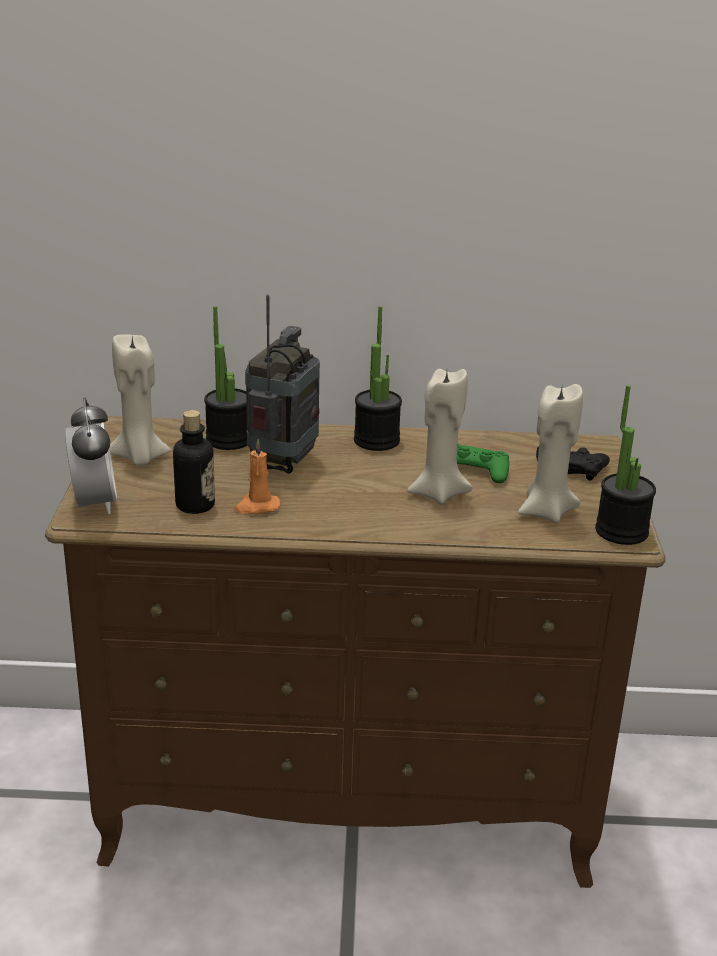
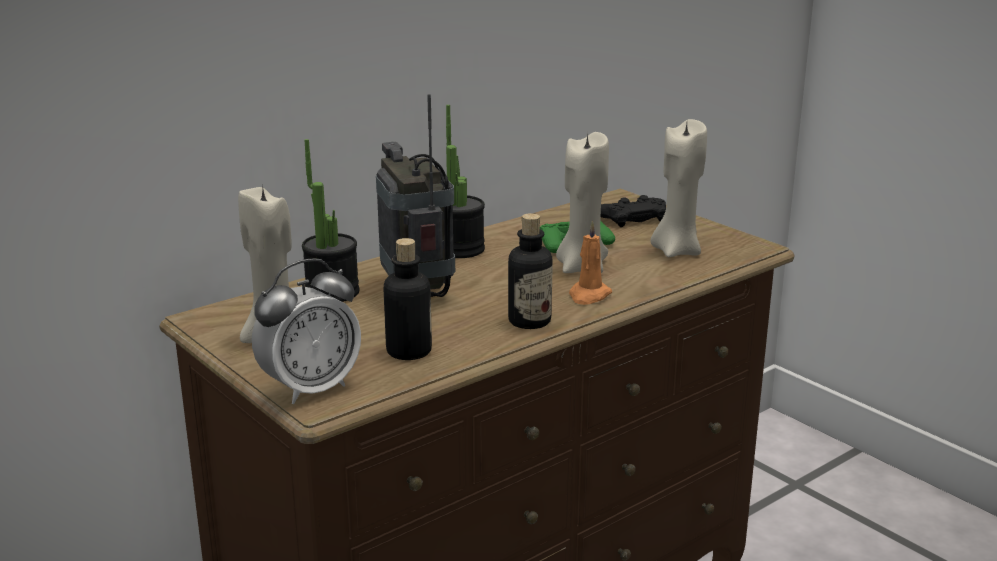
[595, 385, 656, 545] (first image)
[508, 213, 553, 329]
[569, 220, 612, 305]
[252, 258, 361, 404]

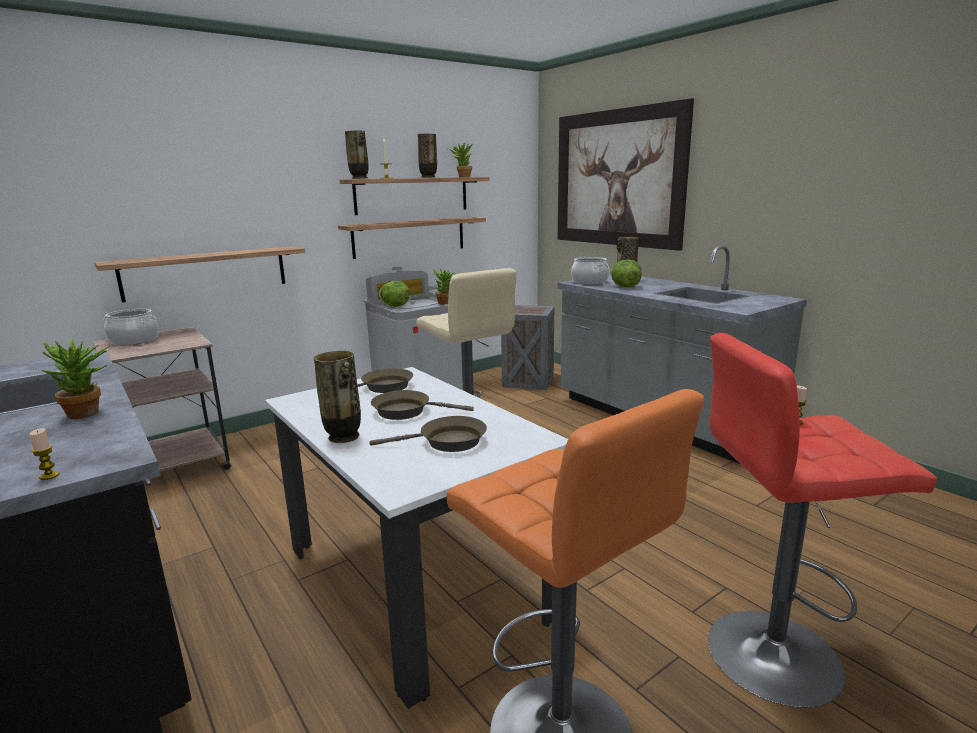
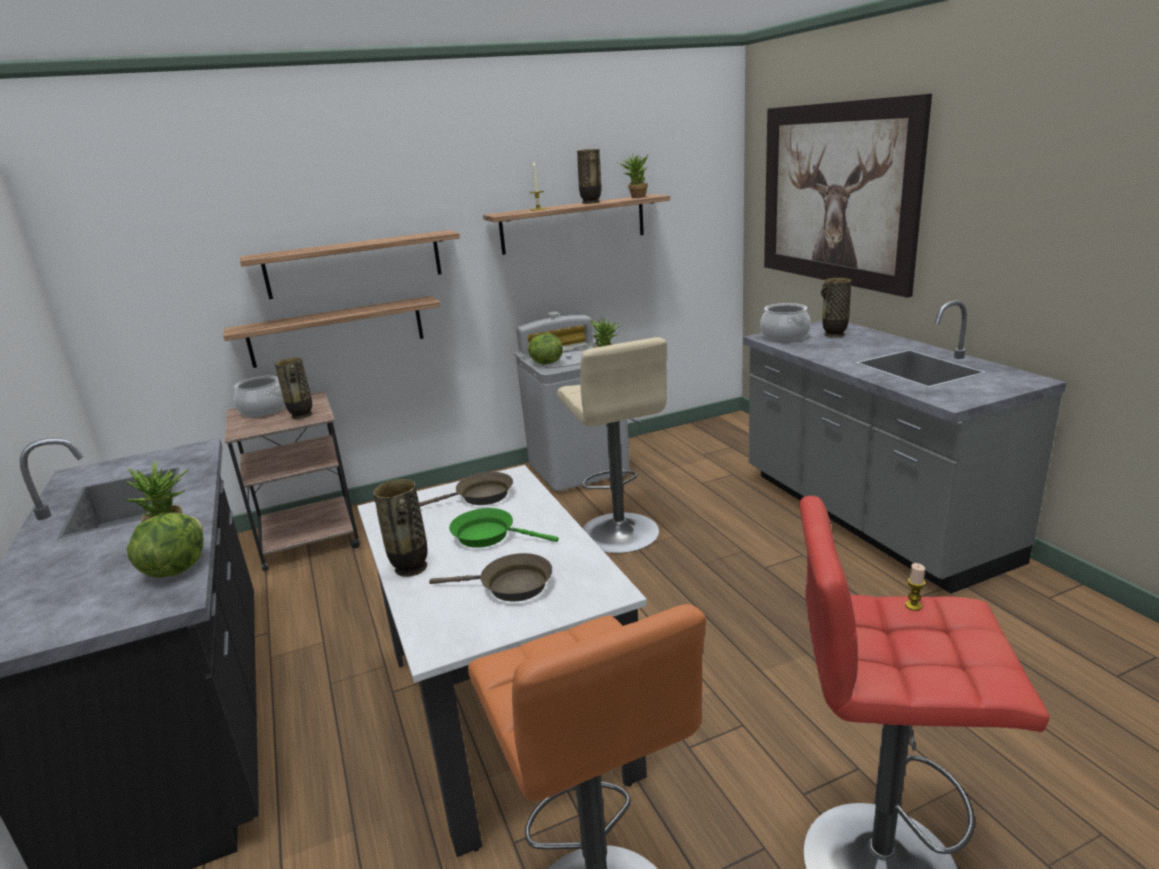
[29, 428, 60, 480] (first image)
[501, 305, 554, 390] (first image)
[240, 230, 460, 299]
[275, 357, 313, 419]
[127, 513, 204, 578]
[449, 508, 559, 548]

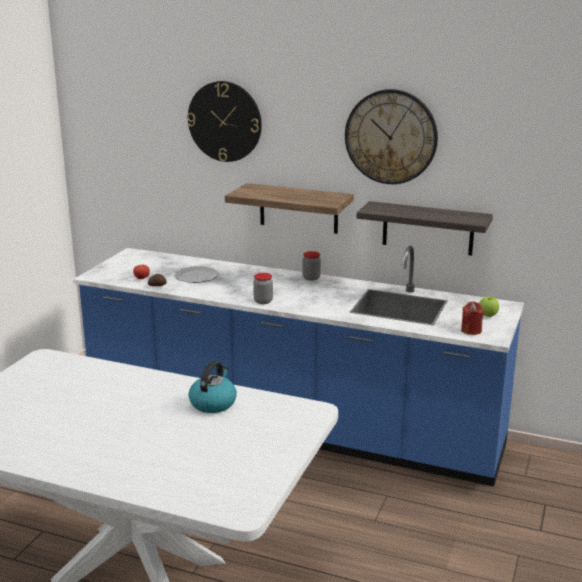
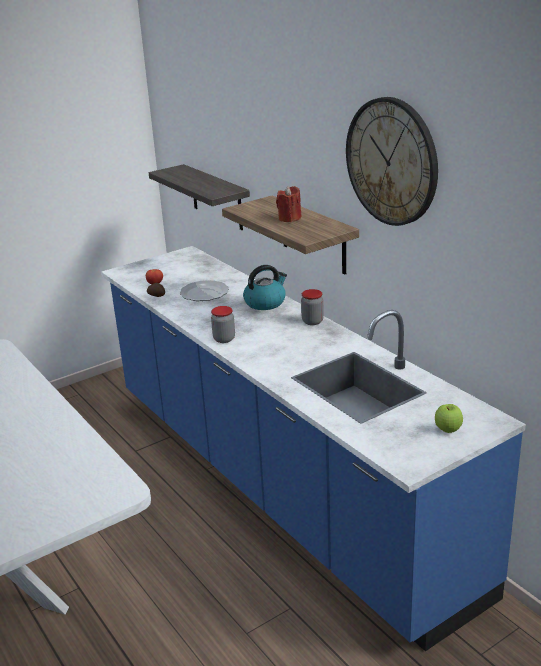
[187, 81, 262, 162] (first image)
[243, 265, 287, 310]
[149, 164, 250, 230]
[276, 186, 301, 222]

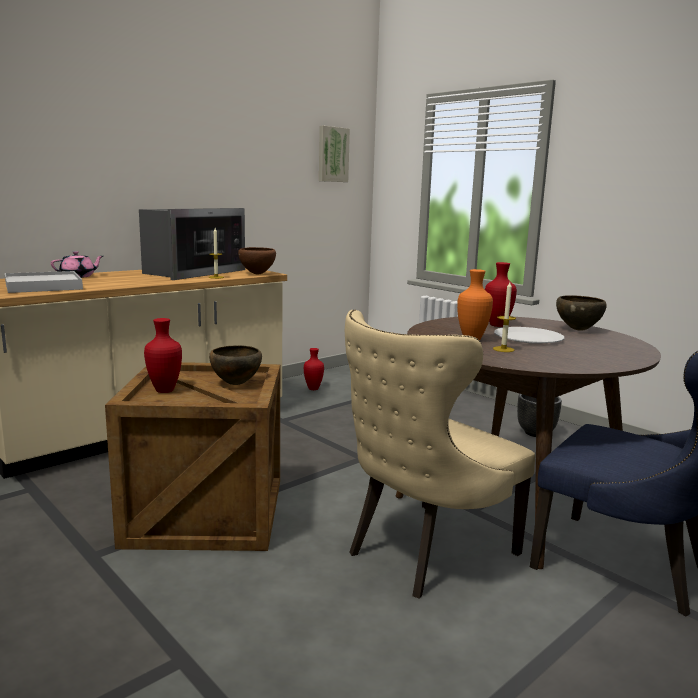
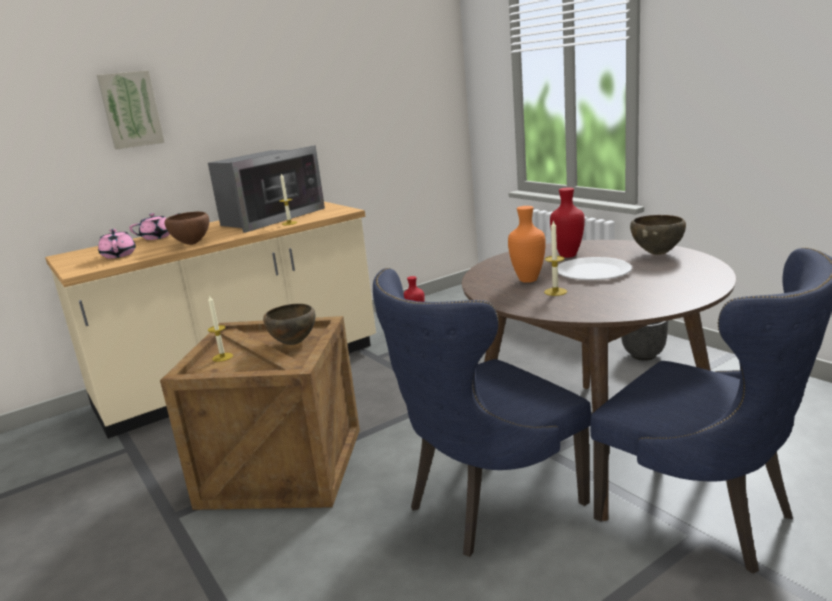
[164, 212, 209, 245]
[97, 70, 165, 150]
[98, 229, 136, 259]
[208, 295, 233, 362]
[373, 268, 591, 557]

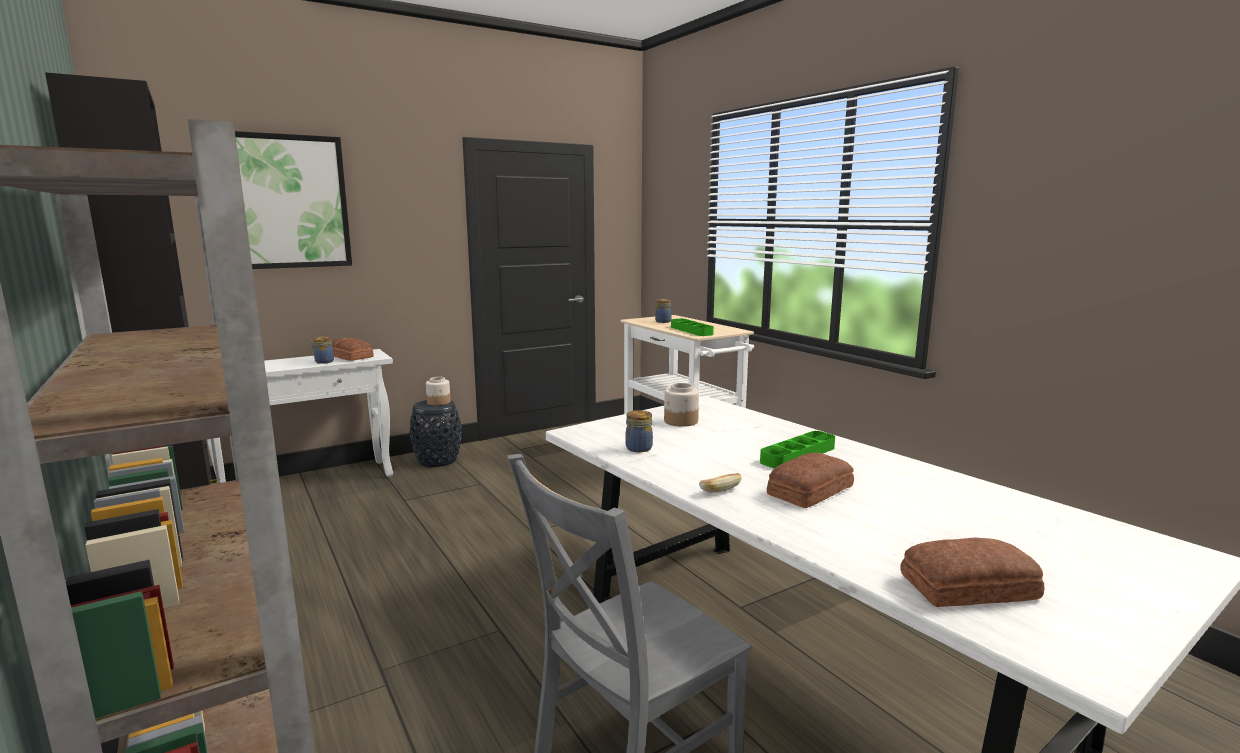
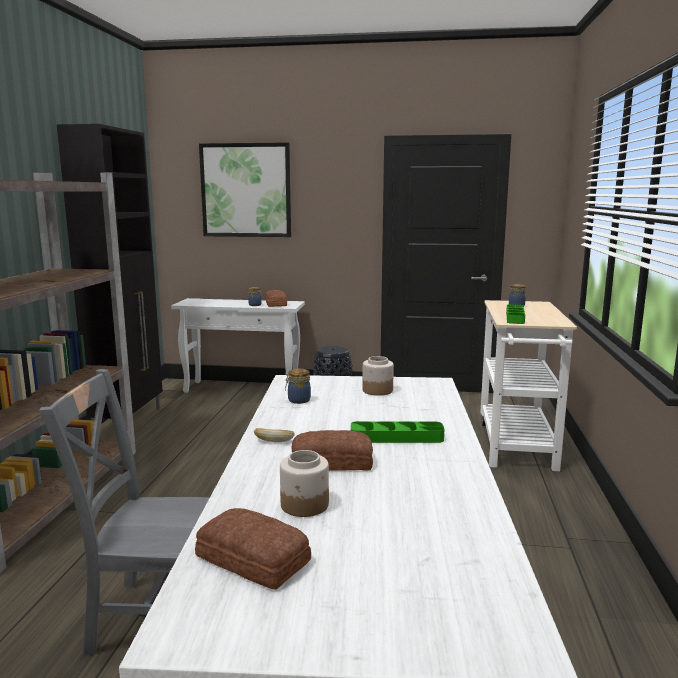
[280, 450, 329, 517]

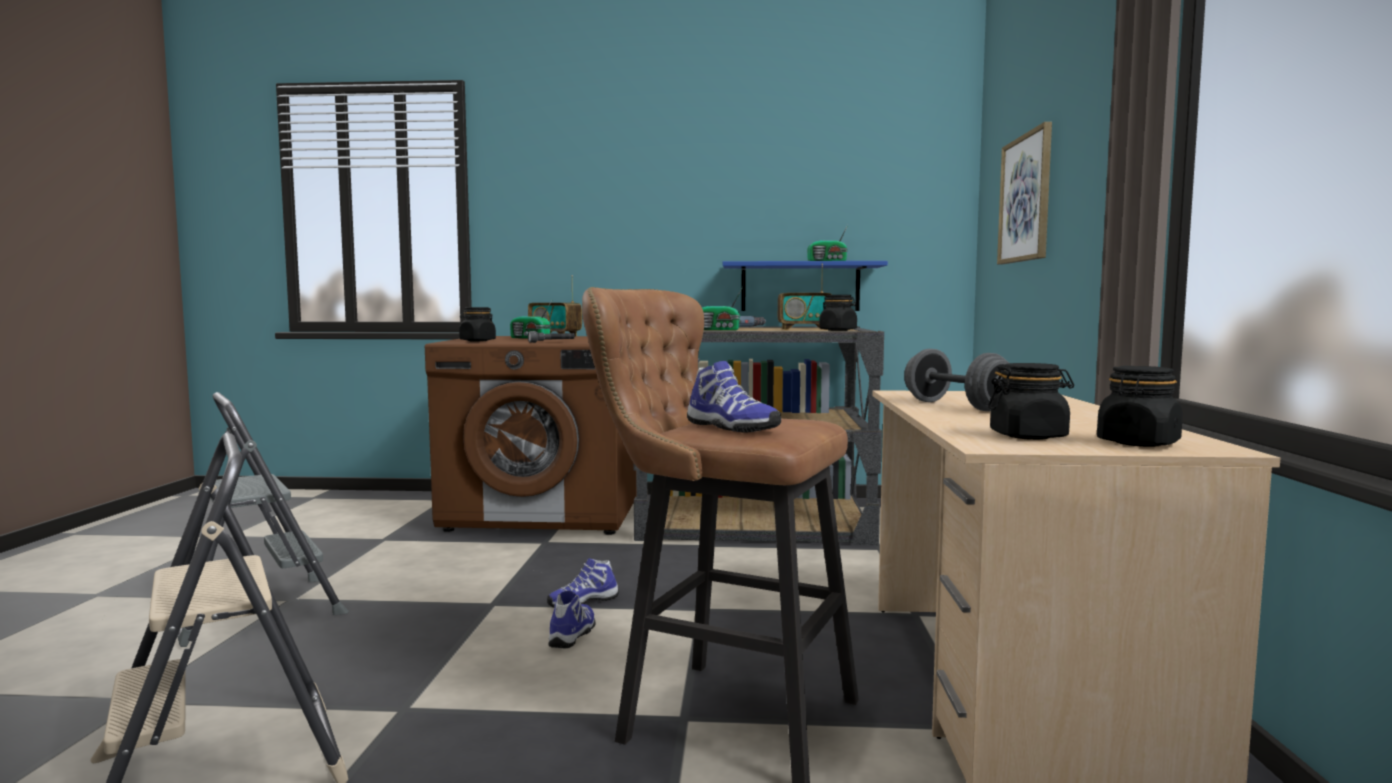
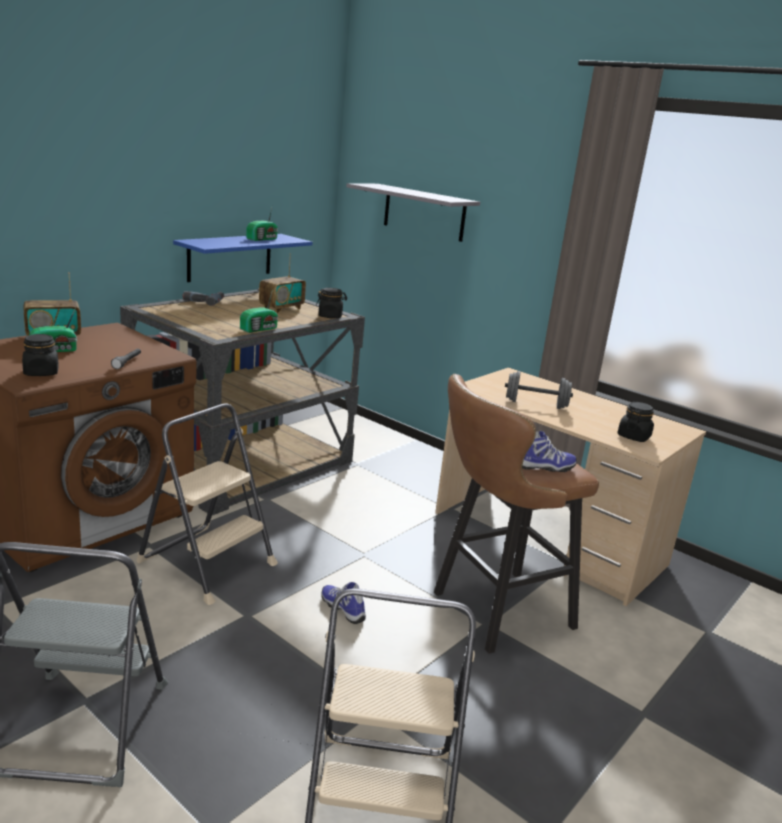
[547, 558, 619, 608] (first image)
[1097, 366, 1183, 447] (first image)
[136, 404, 278, 605]
[346, 183, 480, 242]

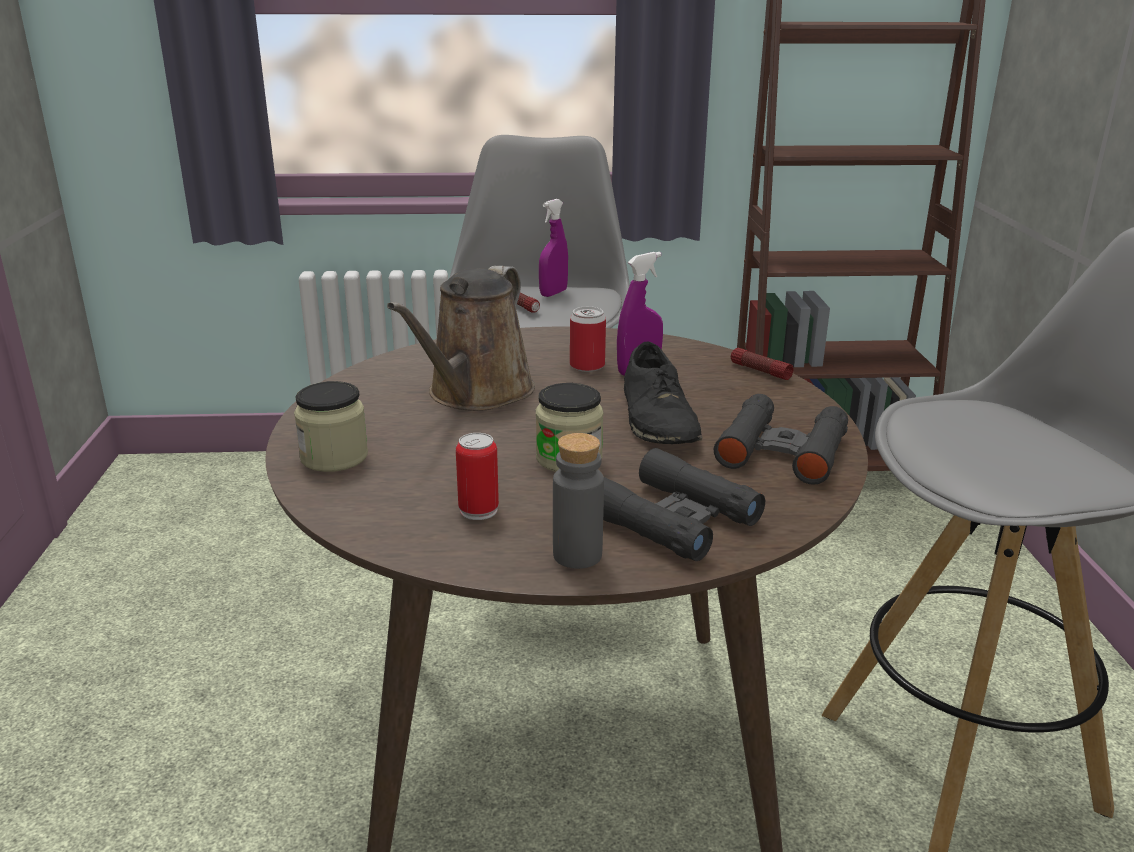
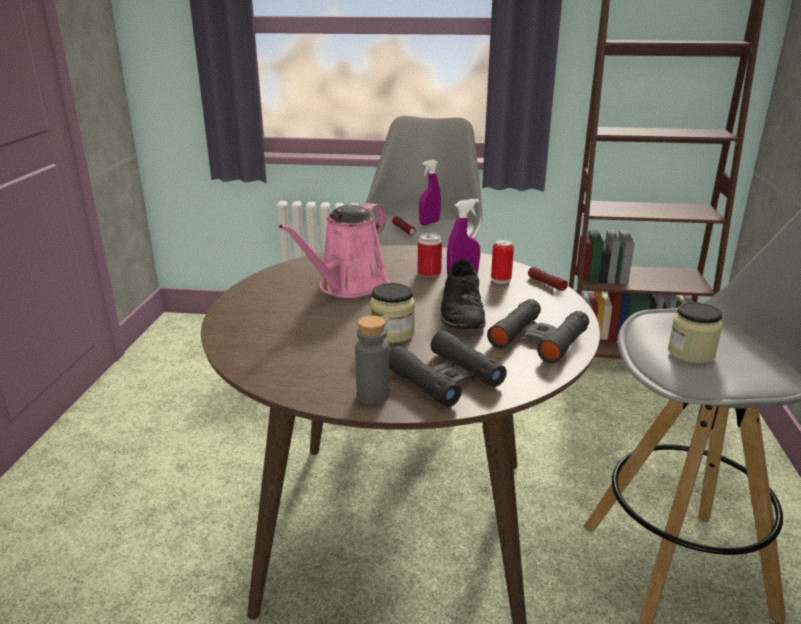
[668, 302, 723, 364]
[491, 239, 514, 284]
[278, 203, 389, 298]

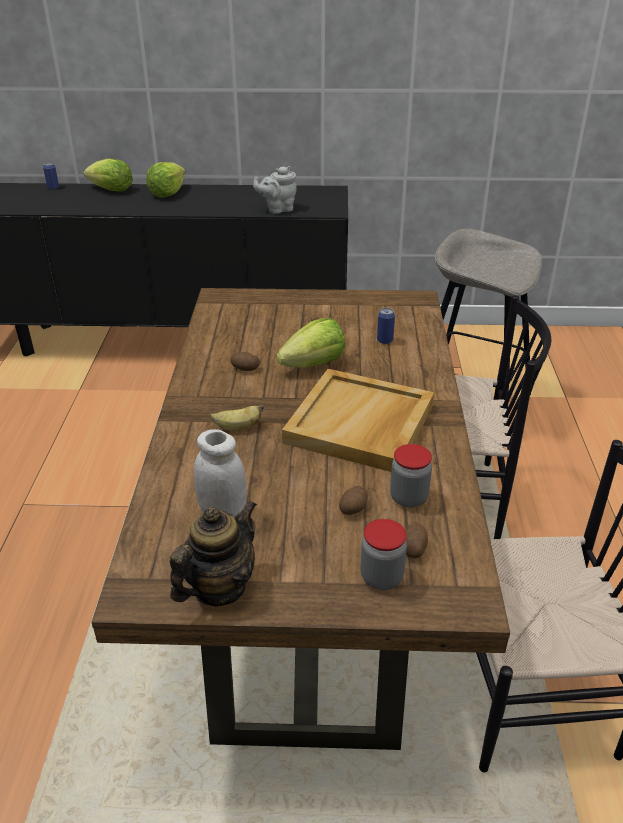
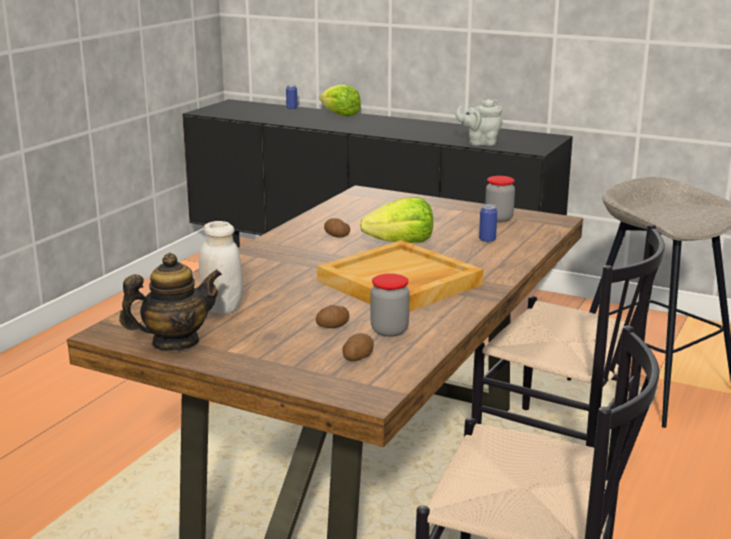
[146, 162, 186, 198] (first image)
[210, 404, 264, 430] (first image)
[485, 176, 515, 222]

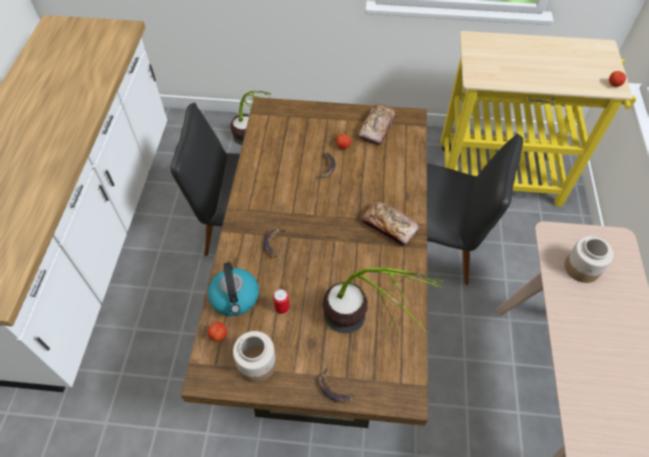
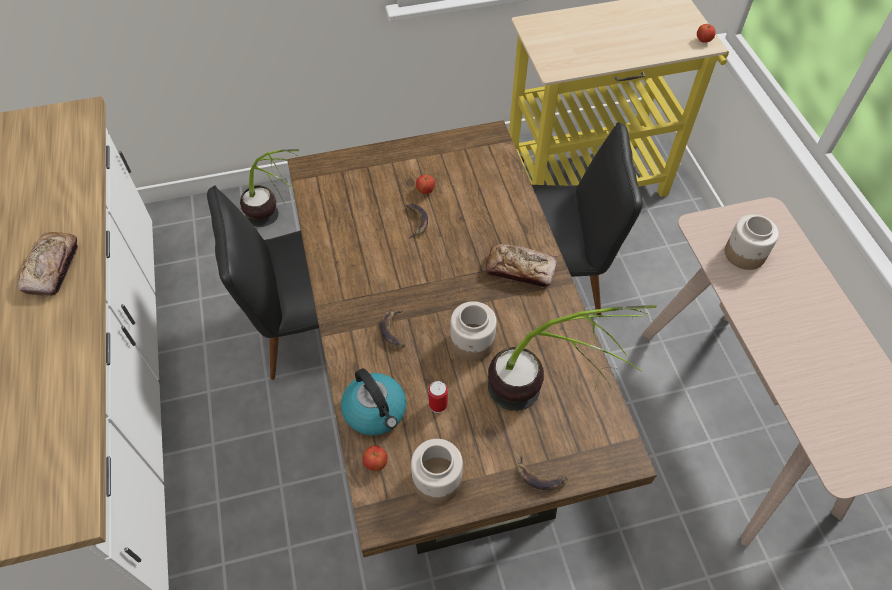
[450, 301, 497, 361]
[18, 232, 78, 296]

